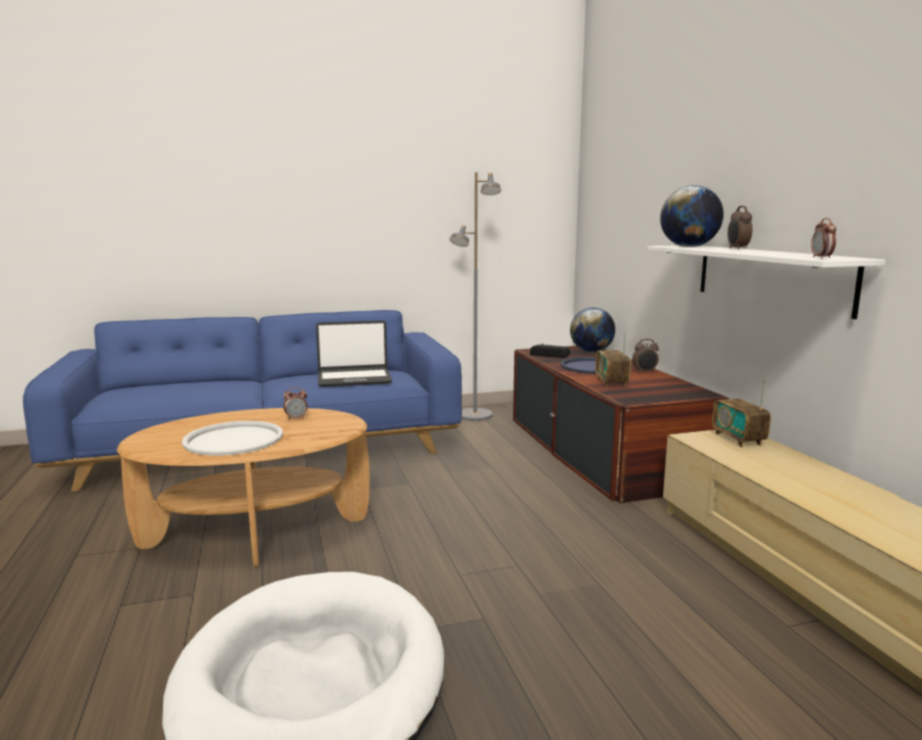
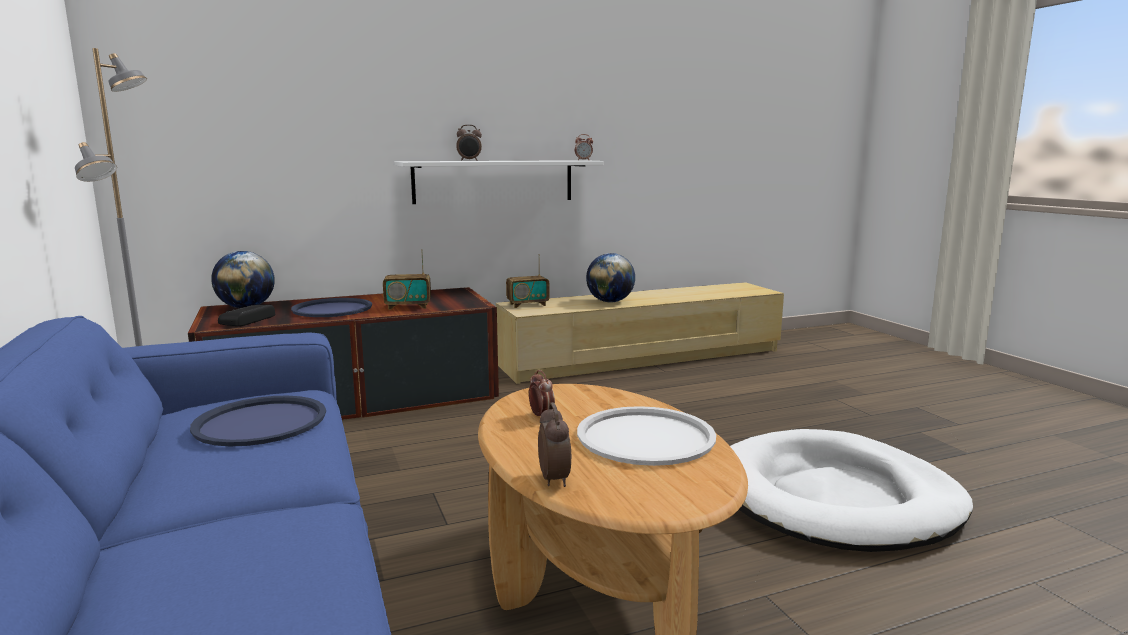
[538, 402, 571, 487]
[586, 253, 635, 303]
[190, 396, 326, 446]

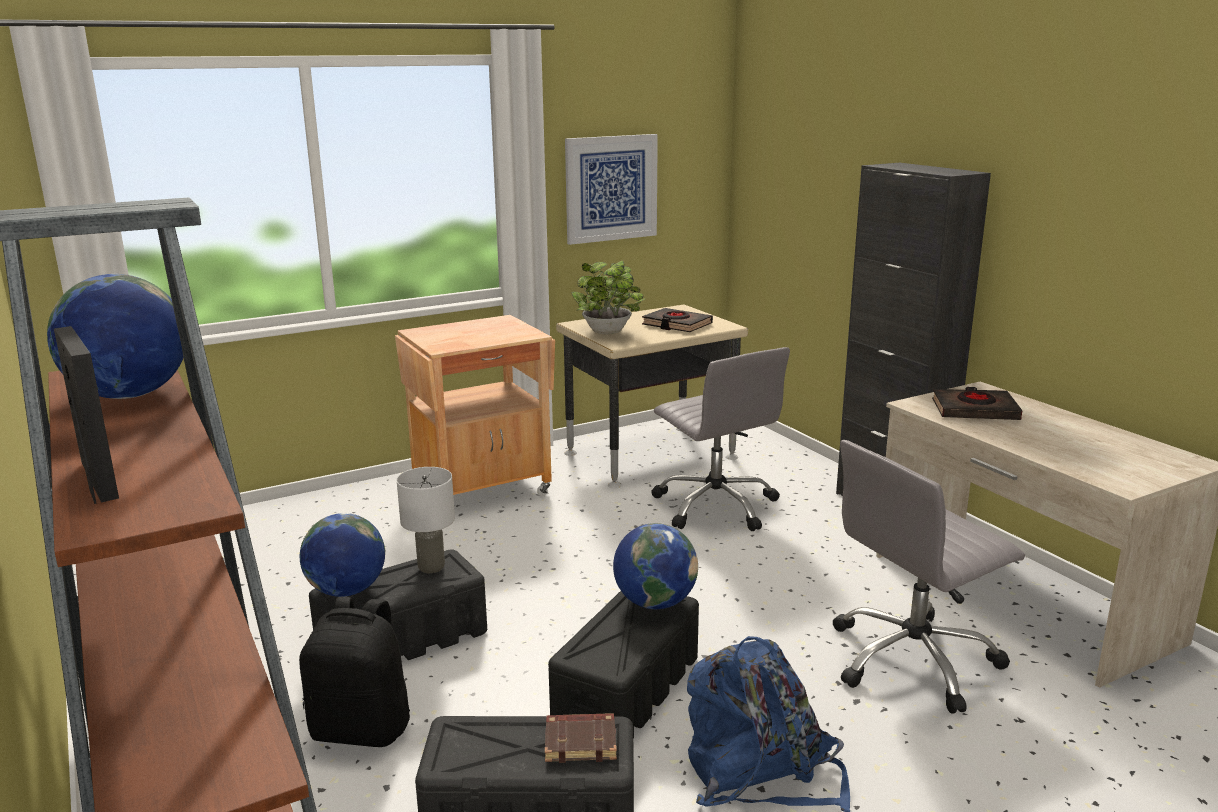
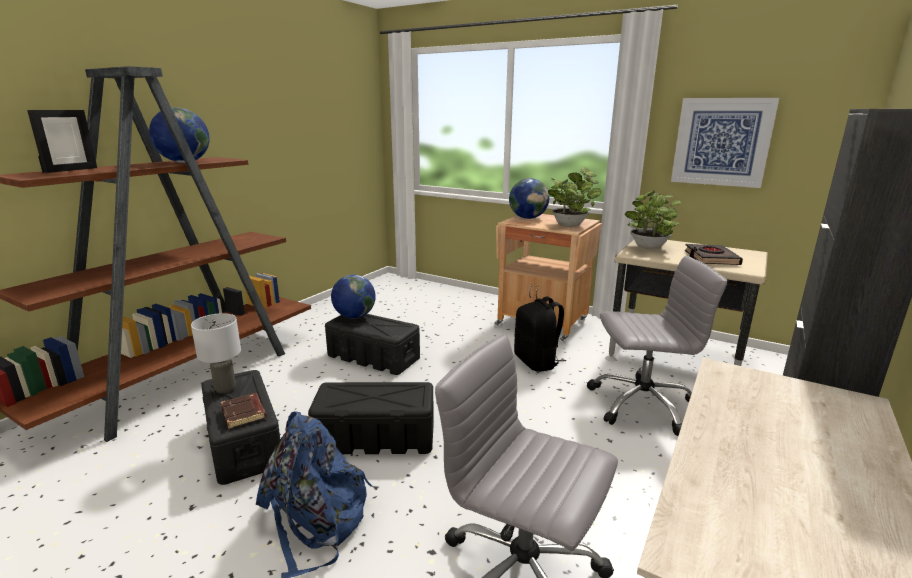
[932, 387, 1022, 420] (first image)
[548, 167, 601, 227]
[514, 296, 566, 372]
[191, 313, 241, 393]
[509, 178, 549, 219]
[587, 256, 727, 436]

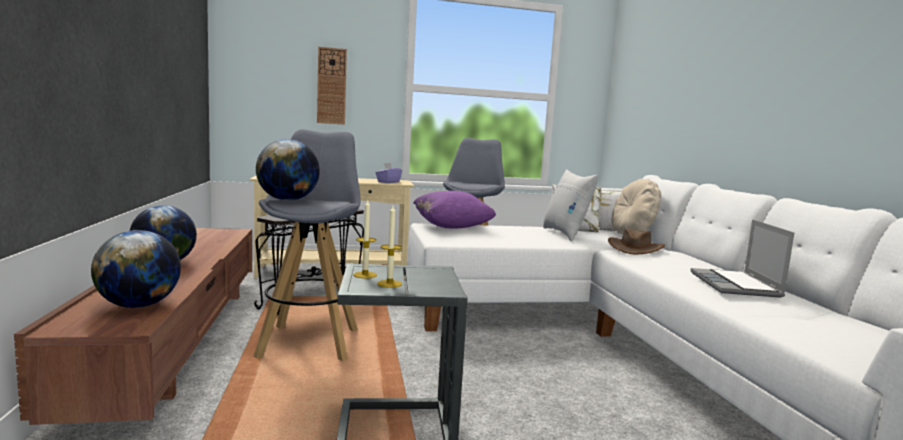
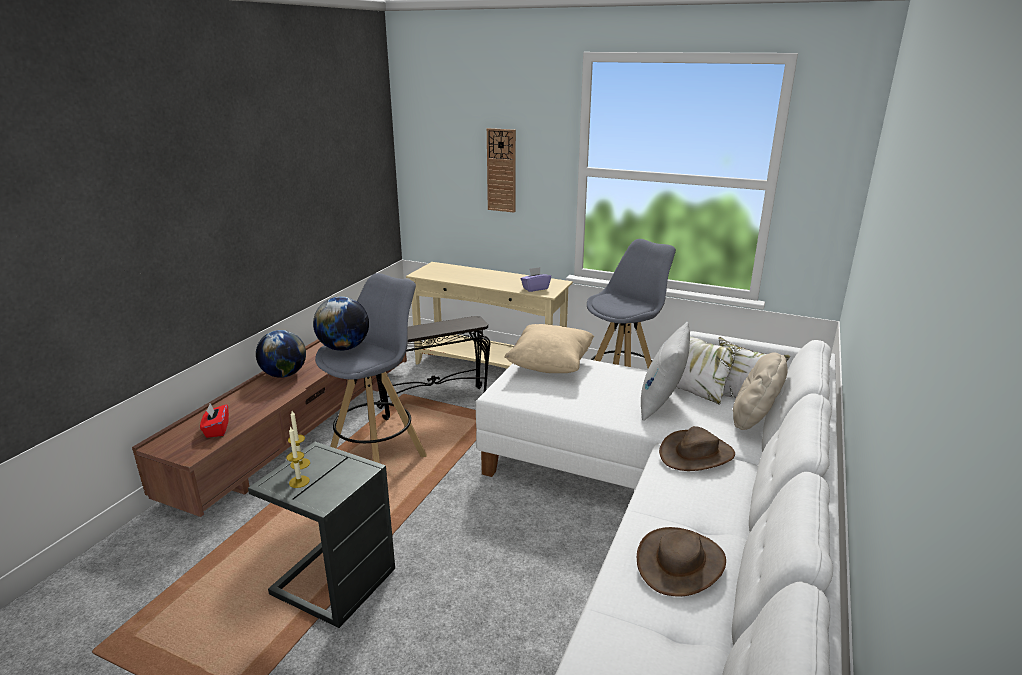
[200, 404, 229, 438]
[637, 527, 726, 596]
[504, 324, 594, 373]

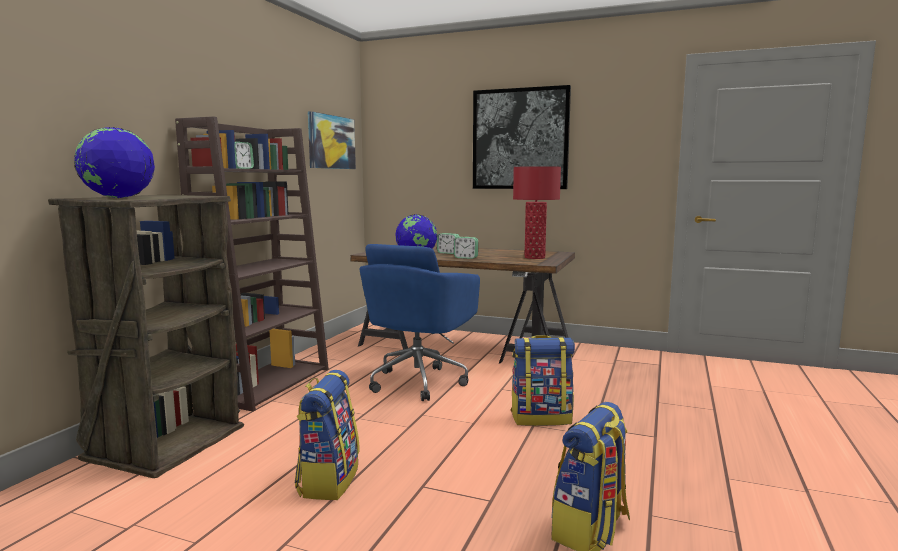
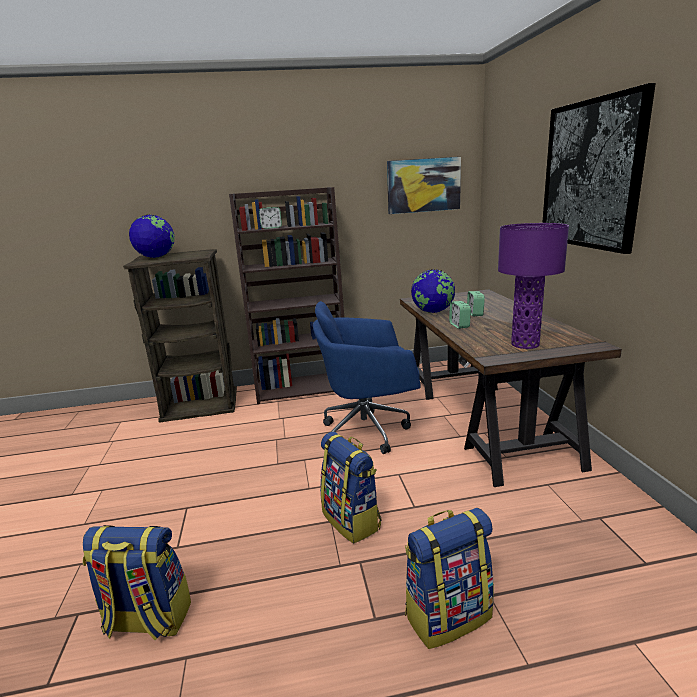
[405, 508, 494, 649]
[498, 223, 569, 349]

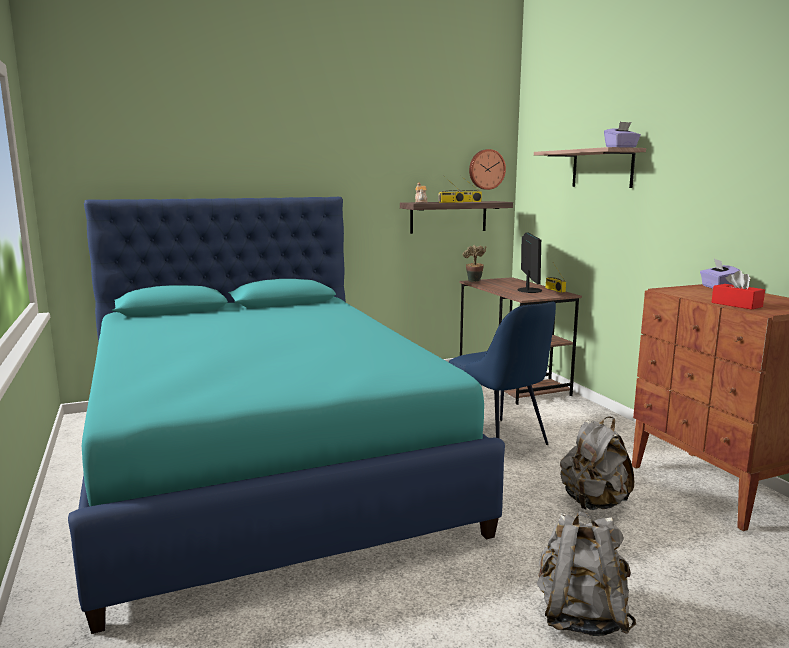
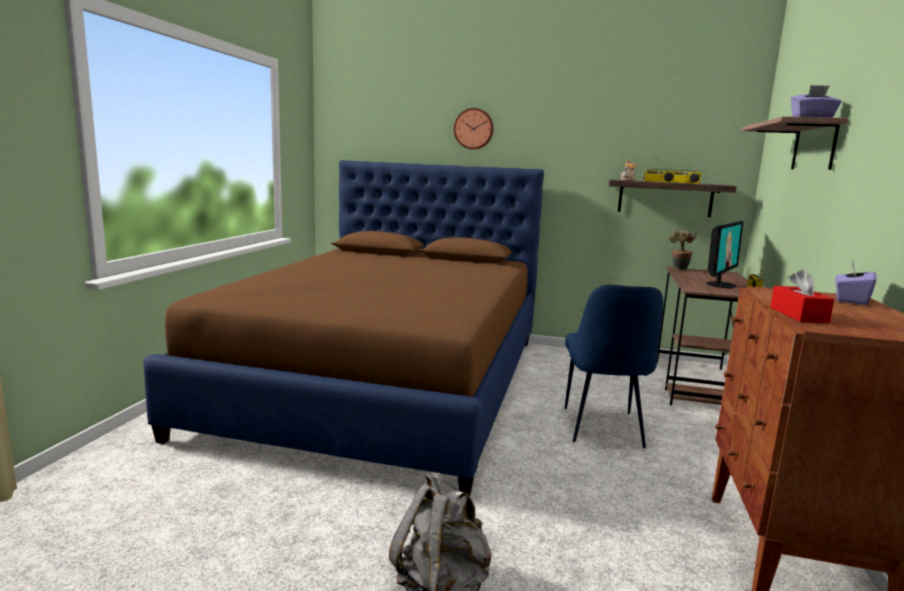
[560, 417, 634, 510] (first image)
[454, 108, 494, 149]
[143, 160, 544, 497]

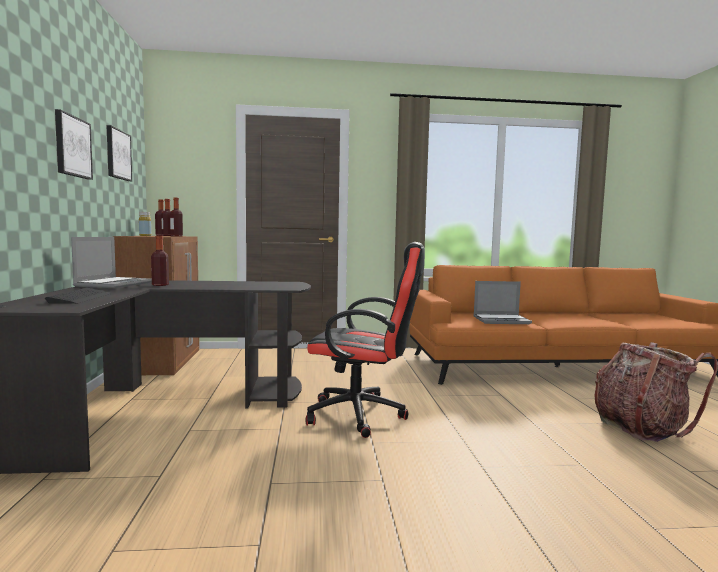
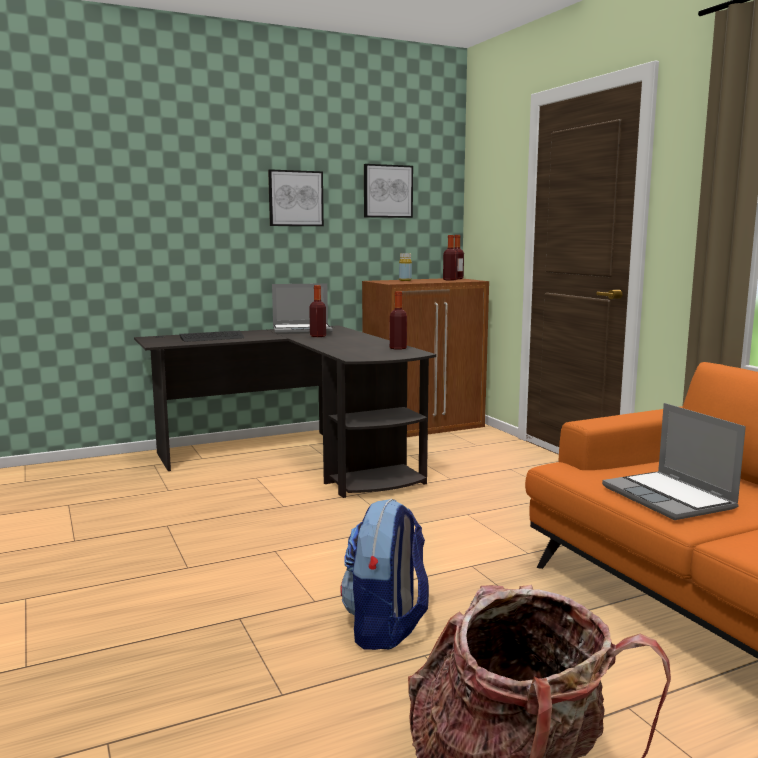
[306, 242, 425, 438] (first image)
[340, 499, 429, 650]
[390, 291, 407, 350]

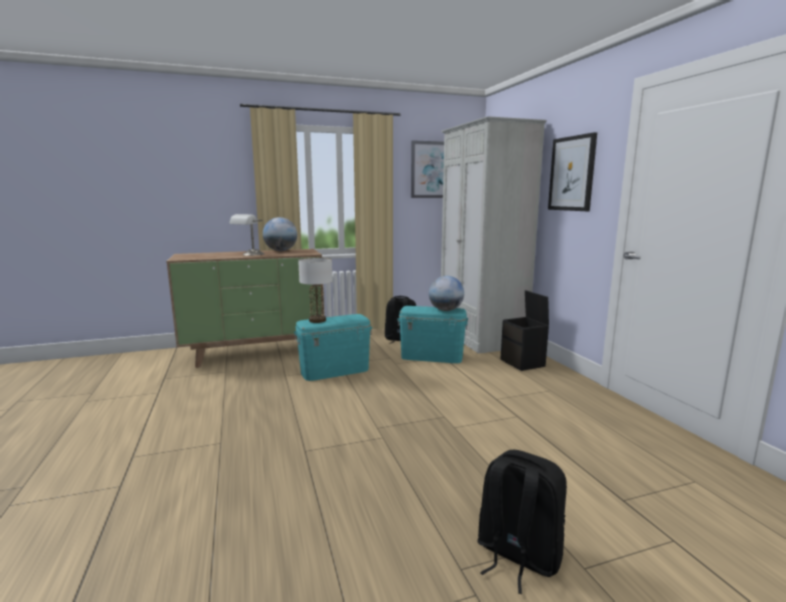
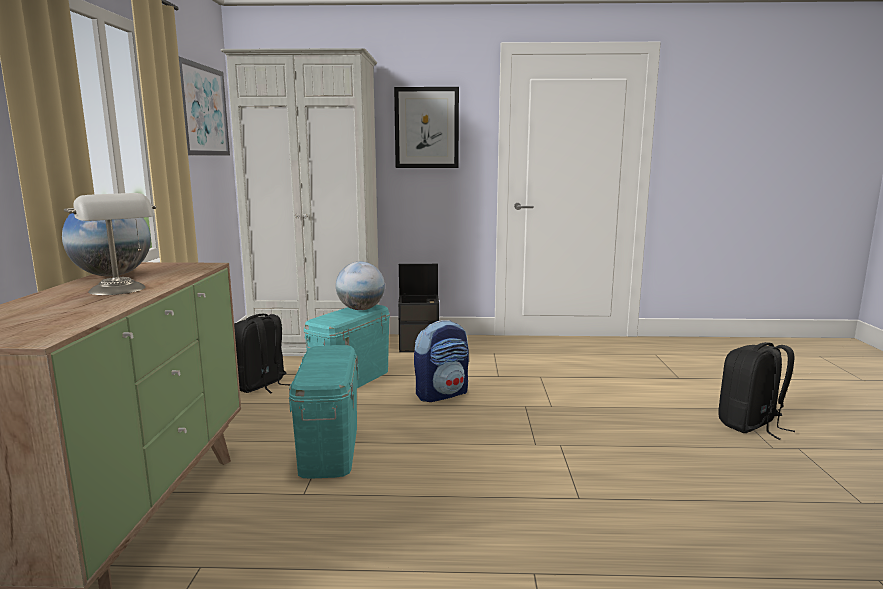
[298, 258, 333, 323] (first image)
[414, 320, 469, 402]

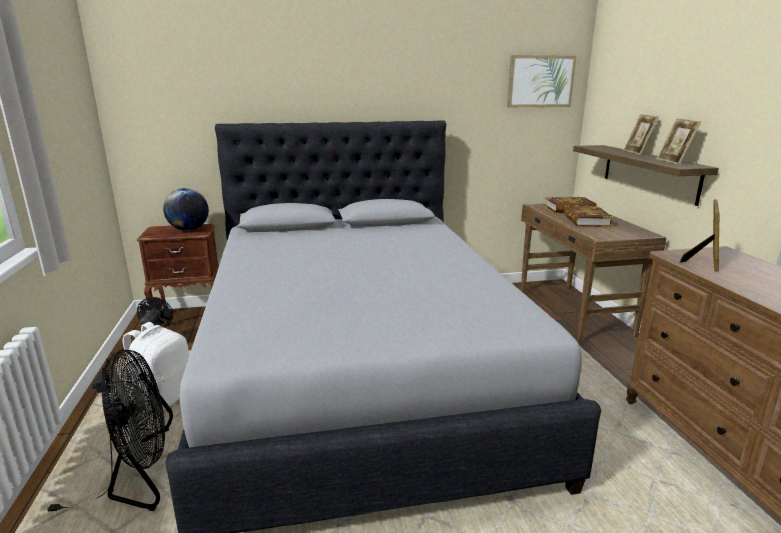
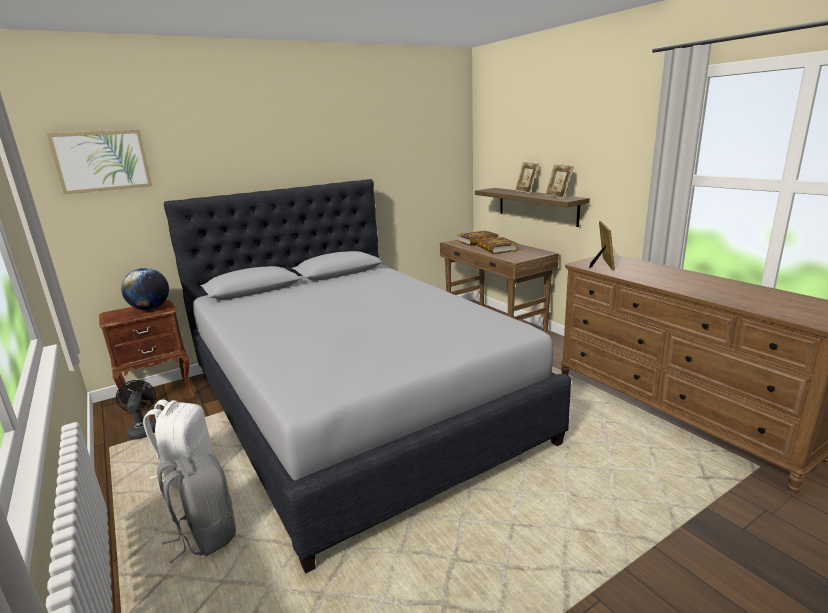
[47, 130, 152, 194]
[157, 453, 236, 563]

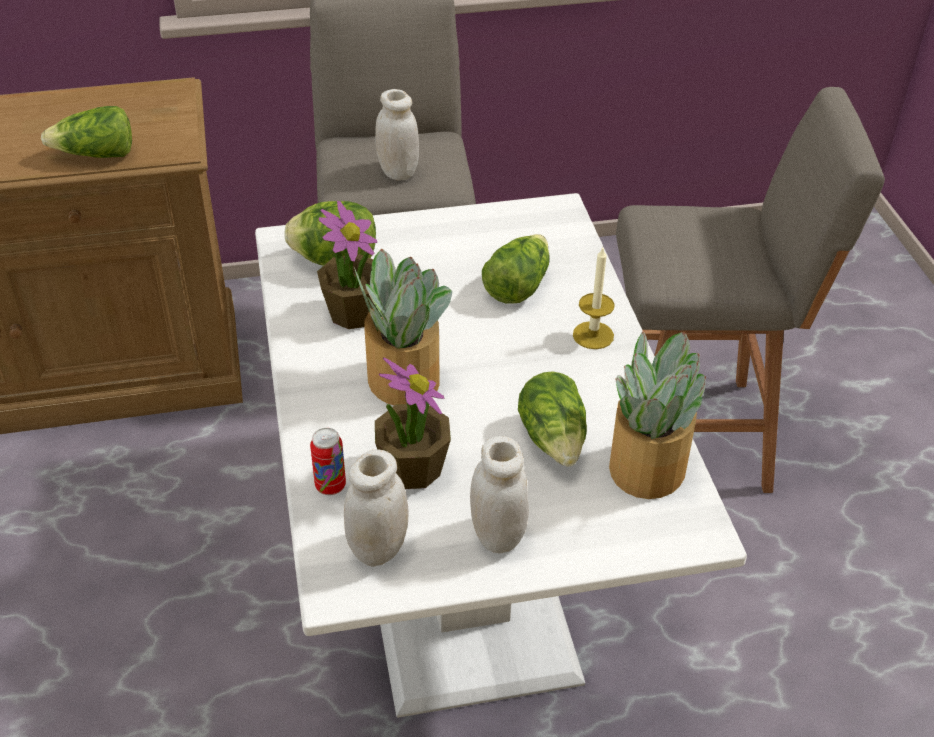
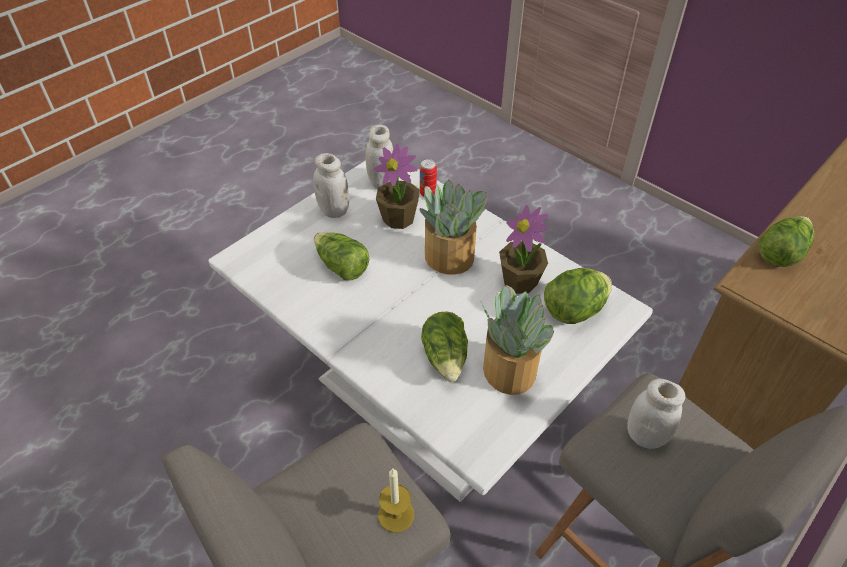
[378, 469, 414, 533]
[481, 285, 554, 395]

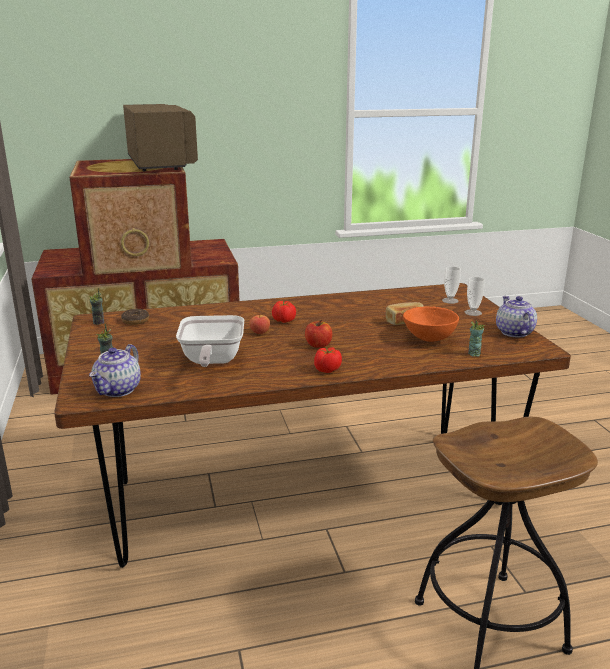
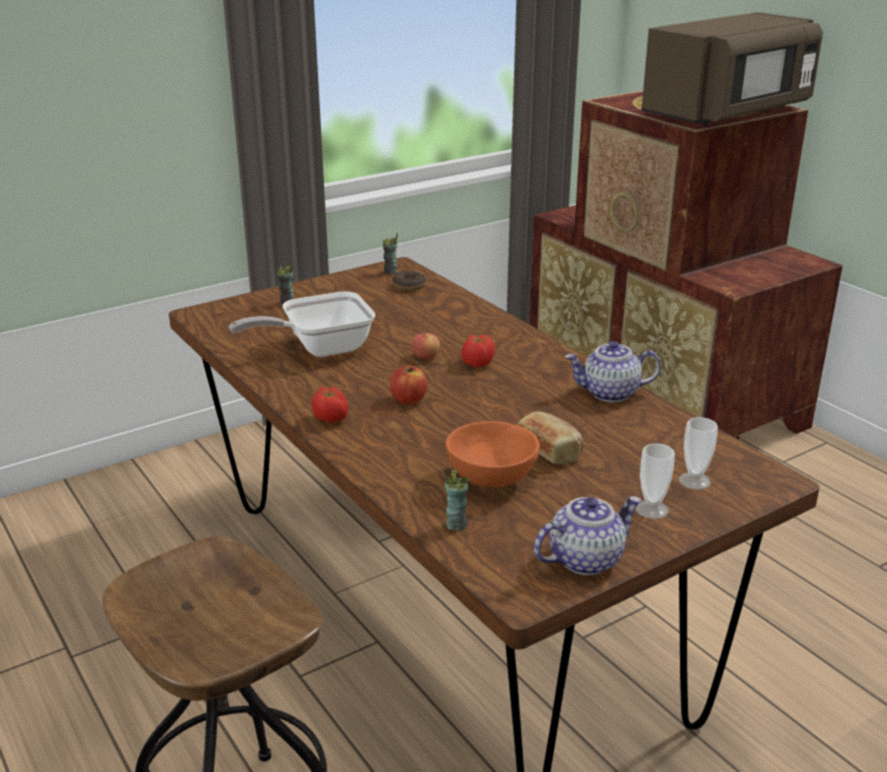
[565, 341, 661, 402]

